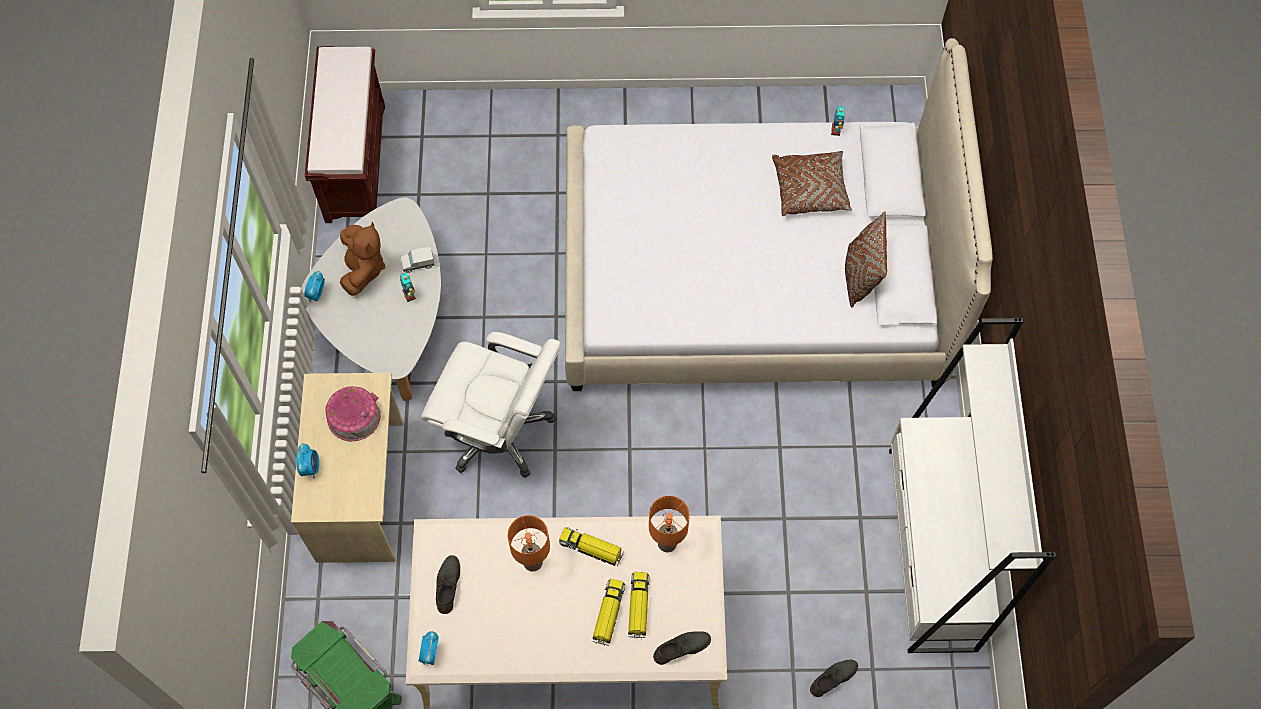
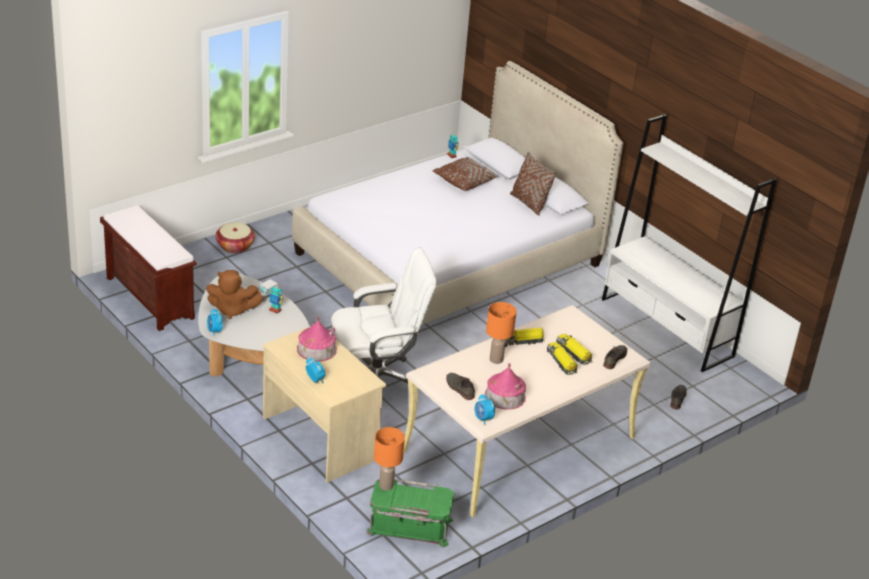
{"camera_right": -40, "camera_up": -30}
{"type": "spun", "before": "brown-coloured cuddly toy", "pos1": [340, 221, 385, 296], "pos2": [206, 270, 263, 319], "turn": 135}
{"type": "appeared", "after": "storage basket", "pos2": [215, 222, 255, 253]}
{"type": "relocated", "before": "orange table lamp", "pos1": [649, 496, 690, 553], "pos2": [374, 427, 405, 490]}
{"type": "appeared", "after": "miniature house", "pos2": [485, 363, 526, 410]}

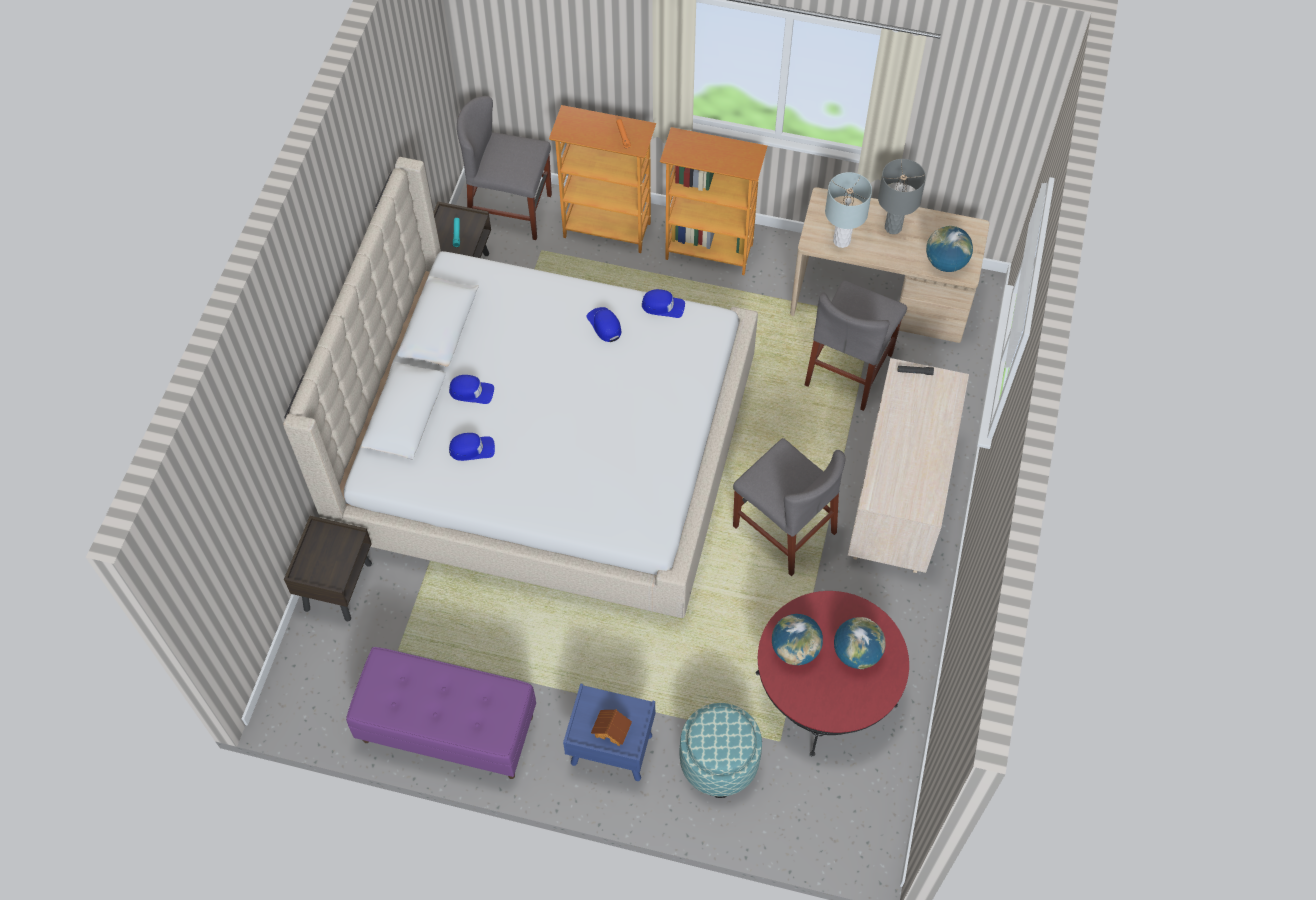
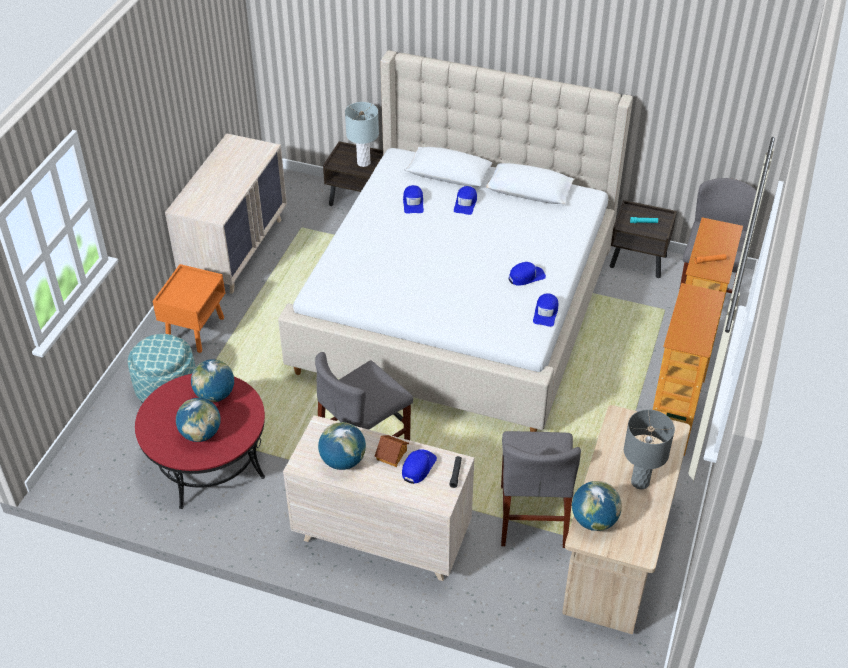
{"camera_right": 95, "camera_up": -15}
{"type": "colour", "before": "bluish night table", "after": "orange night table", "pos1": [563, 683, 655, 781], "pos2": [152, 264, 225, 353]}
{"type": "exchanged", "before": "purple-coloured indoor bench", "after": "beige-coloured drawer chest", "pos1": [346, 647, 536, 779], "pos2": [165, 133, 287, 294]}
{"type": "appeared", "after": "desk globe", "pos2": [318, 422, 366, 470]}
{"type": "relocated", "before": "greyish table lamp", "pos1": [825, 172, 872, 248], "pos2": [345, 102, 379, 167]}
{"type": "relocated", "before": "miniature house", "pos1": [591, 709, 632, 746], "pos2": [375, 435, 409, 467]}
{"type": "appeared", "after": "bluish peaked cap", "pos2": [402, 449, 437, 484]}
{"type": "spun", "before": "greyish chair", "pos1": [805, 280, 907, 411], "pos2": [501, 431, 581, 548], "turn": -120}

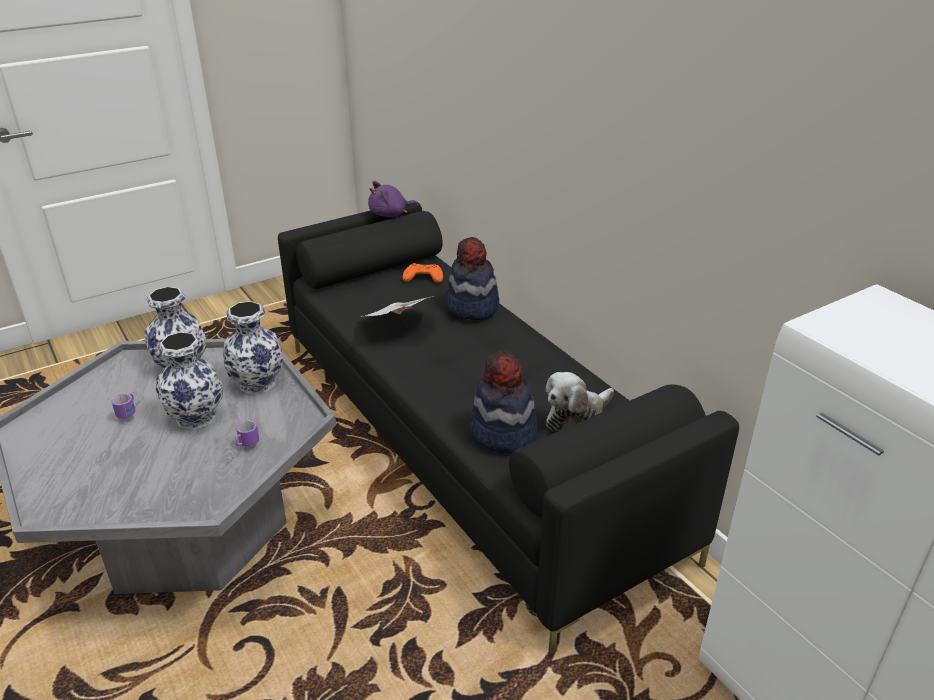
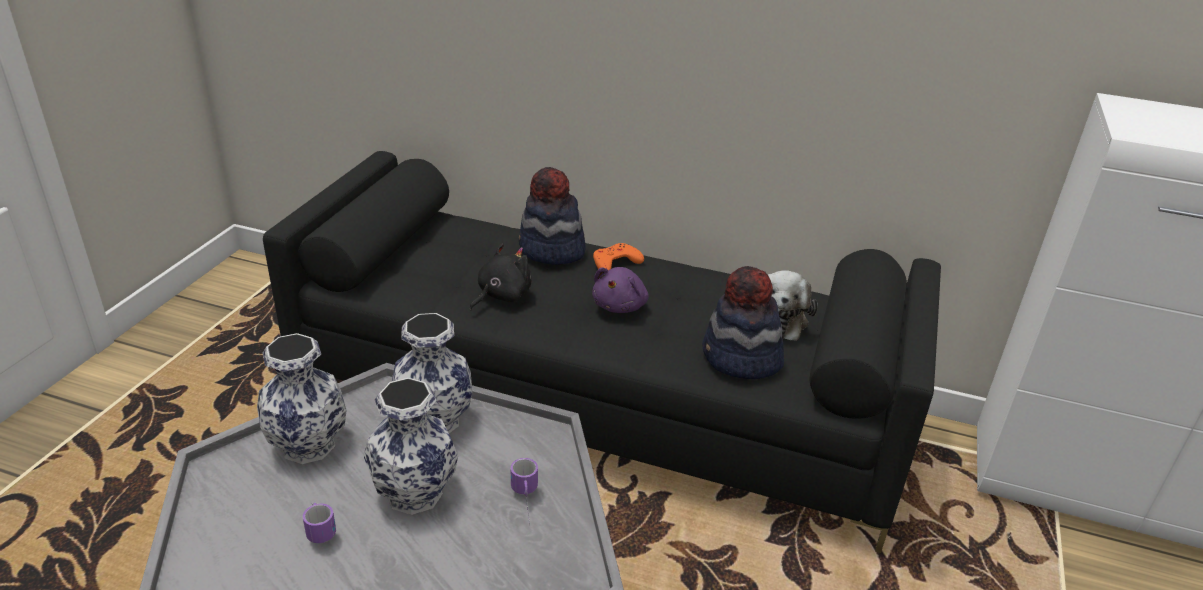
{"camera_right": -40, "camera_up": 0}
{"type": "exchanged", "before": "printed paper", "after": "black-coloured cuddly toy", "pos1": [361, 296, 434, 317], "pos2": [469, 243, 531, 310]}
{"type": "relocated", "before": "purple-coloured cuddly toy", "pos1": [368, 181, 418, 217], "pos2": [592, 267, 649, 313]}
{"type": "relocated", "before": "orange joypad", "pos1": [403, 263, 443, 283], "pos2": [593, 243, 644, 270]}

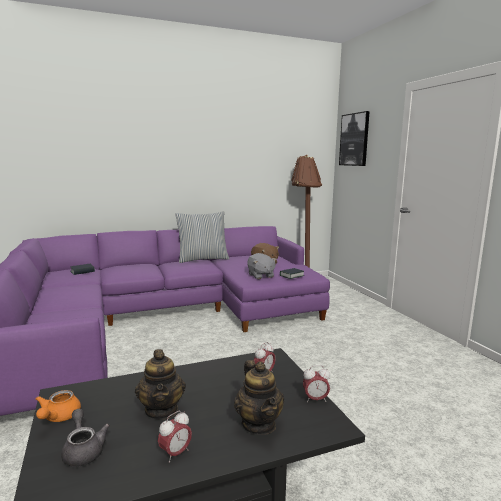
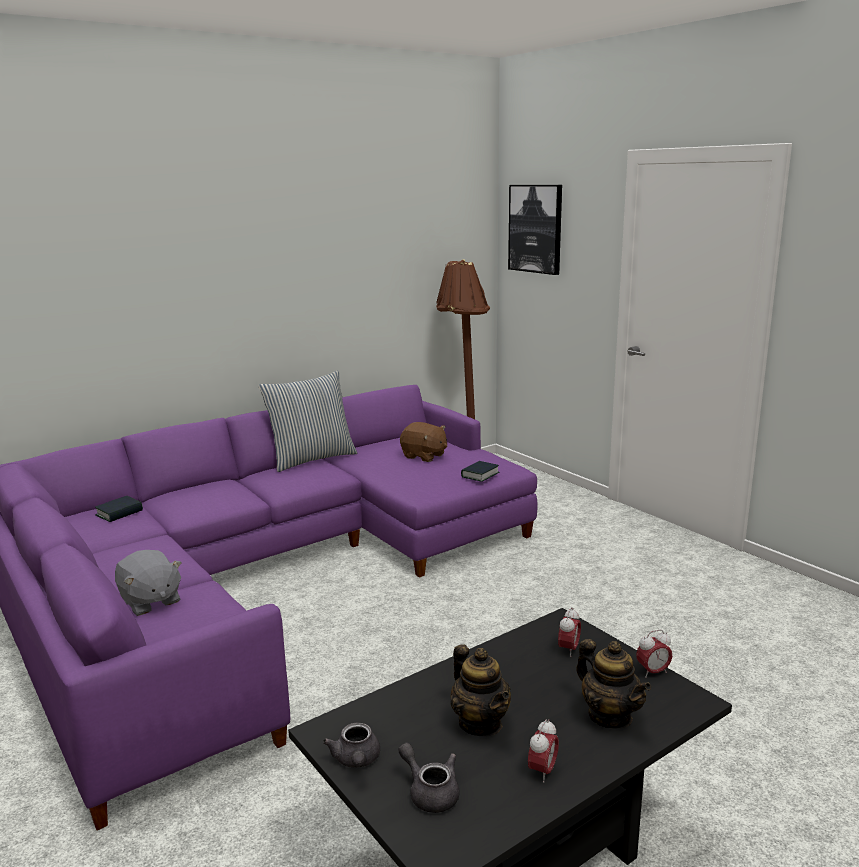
{"camera_right": -15, "camera_up": 5}
{"type": "relocated", "before": "greyish cuddly toy", "pos1": [247, 253, 277, 279], "pos2": [115, 550, 182, 616]}
{"type": "colour", "before": "orange tea pot", "after": "greyish tea pot", "pos1": [36, 390, 81, 422], "pos2": [323, 722, 380, 768]}

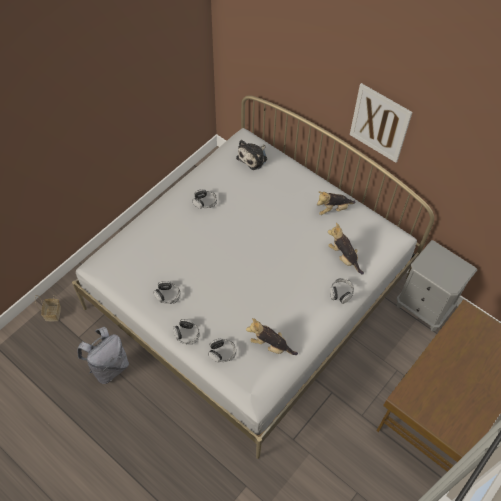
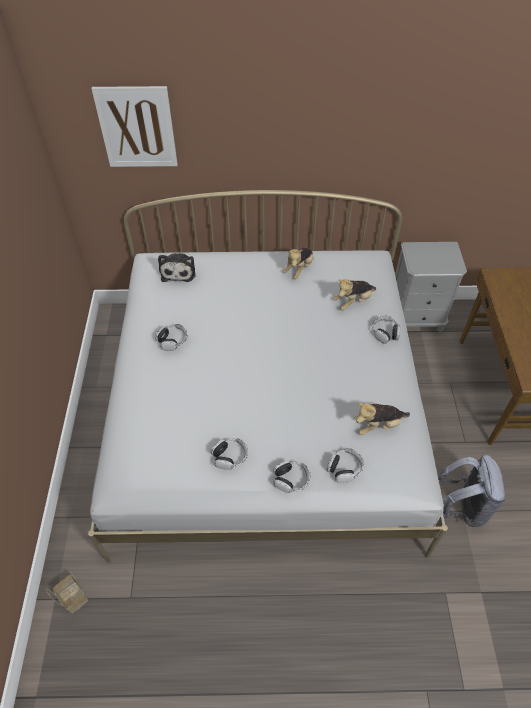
{"camera_right": -40, "camera_up": -5}
{"type": "relocated", "before": "wall art", "pos1": [350, 83, 412, 163], "pos2": [92, 86, 178, 167]}
{"type": "spun", "before": "cuddly toy", "pos1": [328, 223, 364, 275], "pos2": [334, 279, 376, 310], "turn": -45}
{"type": "relocated", "before": "greyish rucksack", "pos1": [77, 327, 129, 384], "pos2": [437, 455, 506, 527]}

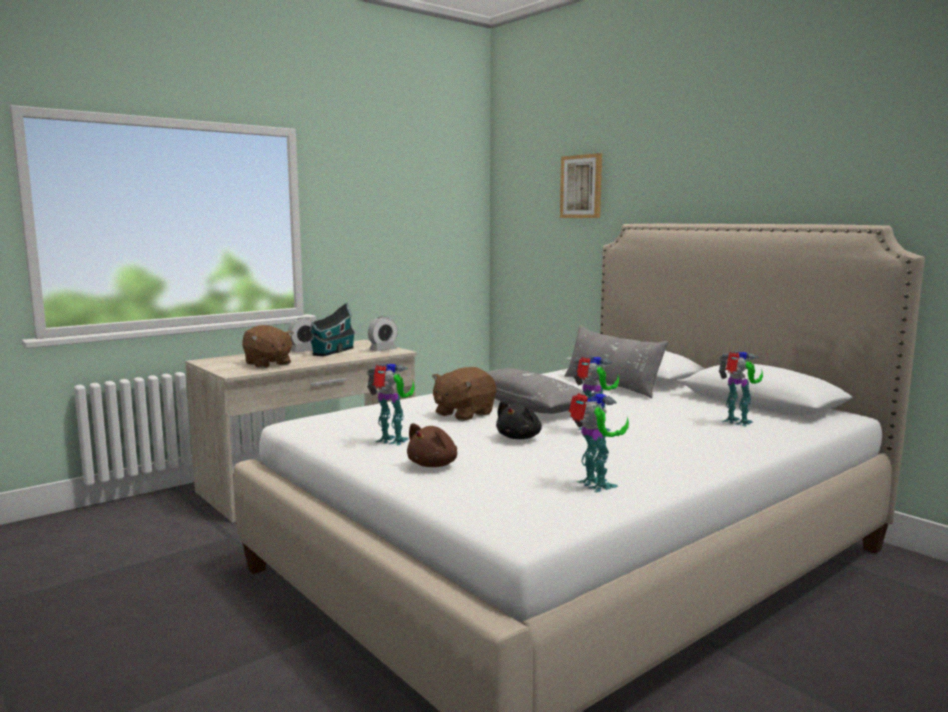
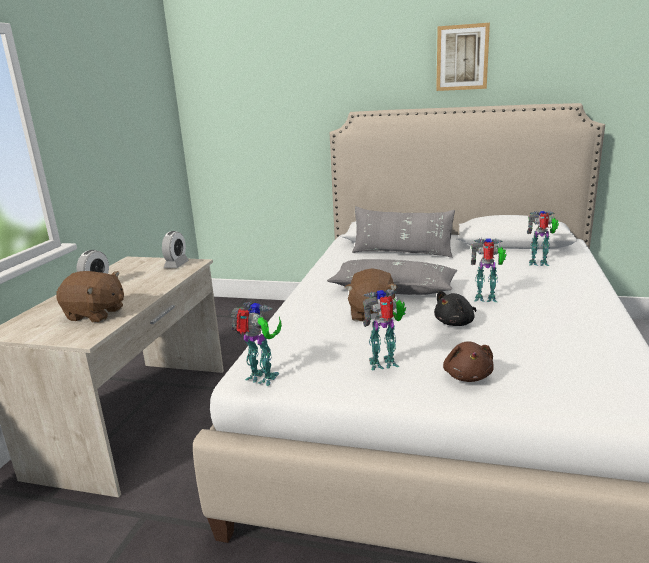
{"camera_right": -35, "camera_up": 10}
{"type": "relocated", "before": "robot figure", "pos1": [569, 391, 629, 492], "pos2": [230, 301, 282, 386]}
{"type": "spun", "before": "black-coloured cuddly toy", "pos1": [496, 401, 542, 439], "pos2": [434, 291, 476, 326], "turn": 60}
{"type": "relocated", "before": "wall art", "pos1": [560, 153, 602, 218], "pos2": [436, 23, 490, 91]}
{"type": "missing", "before": "miniature house", "pos1": [309, 302, 356, 356]}

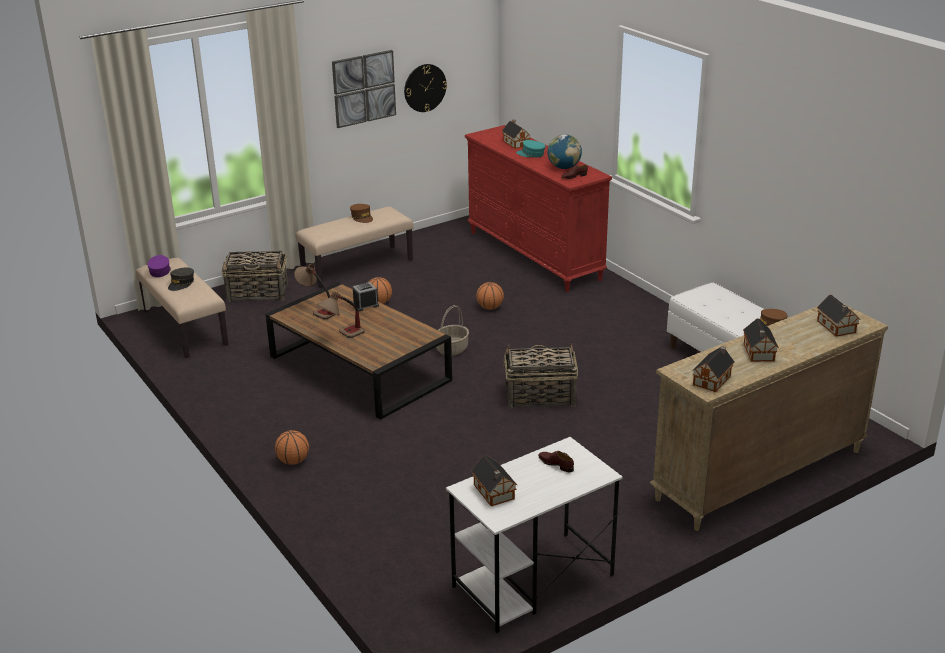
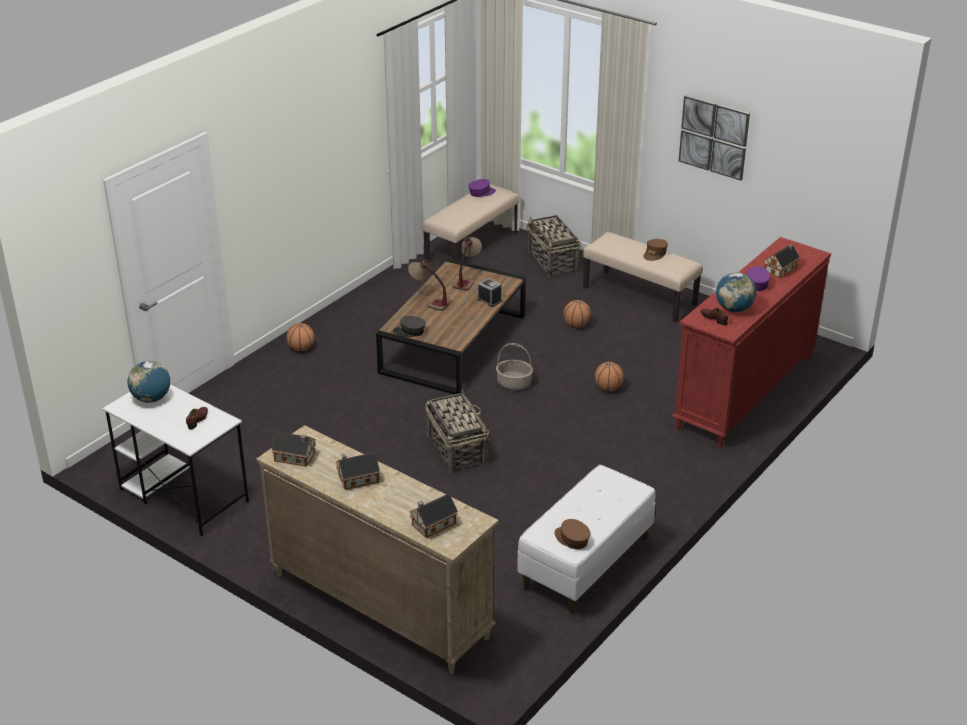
{"camera_right": 70, "camera_up": 5}
{"type": "exchanged", "before": "miniature house", "after": "desk globe", "pos1": [471, 455, 518, 506], "pos2": [127, 361, 170, 403]}
{"type": "relocated", "before": "greyish peaked cap", "pos1": [168, 268, 194, 291], "pos2": [393, 316, 426, 337]}
{"type": "colour", "before": "turquoise-coloured peaked cap", "after": "purple-coloured peaked cap", "pos1": [516, 140, 546, 157], "pos2": [747, 266, 770, 291]}
{"type": "missing", "before": "wall clock", "pos1": [404, 64, 447, 112]}

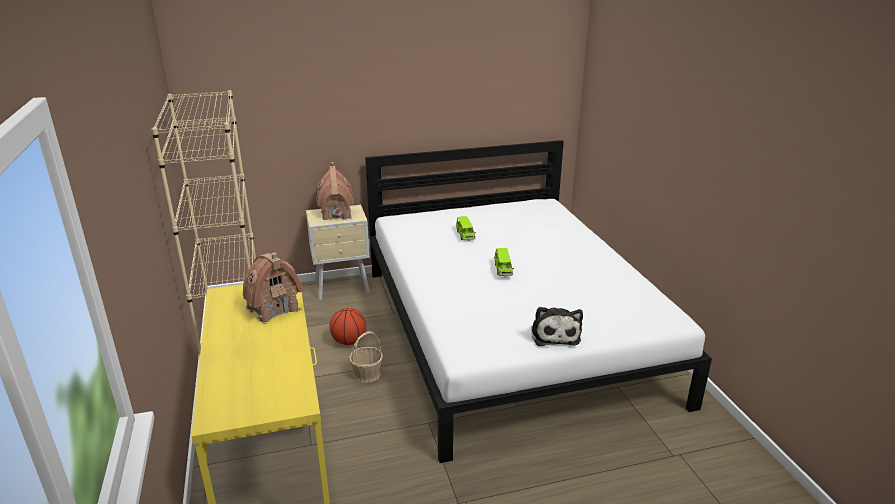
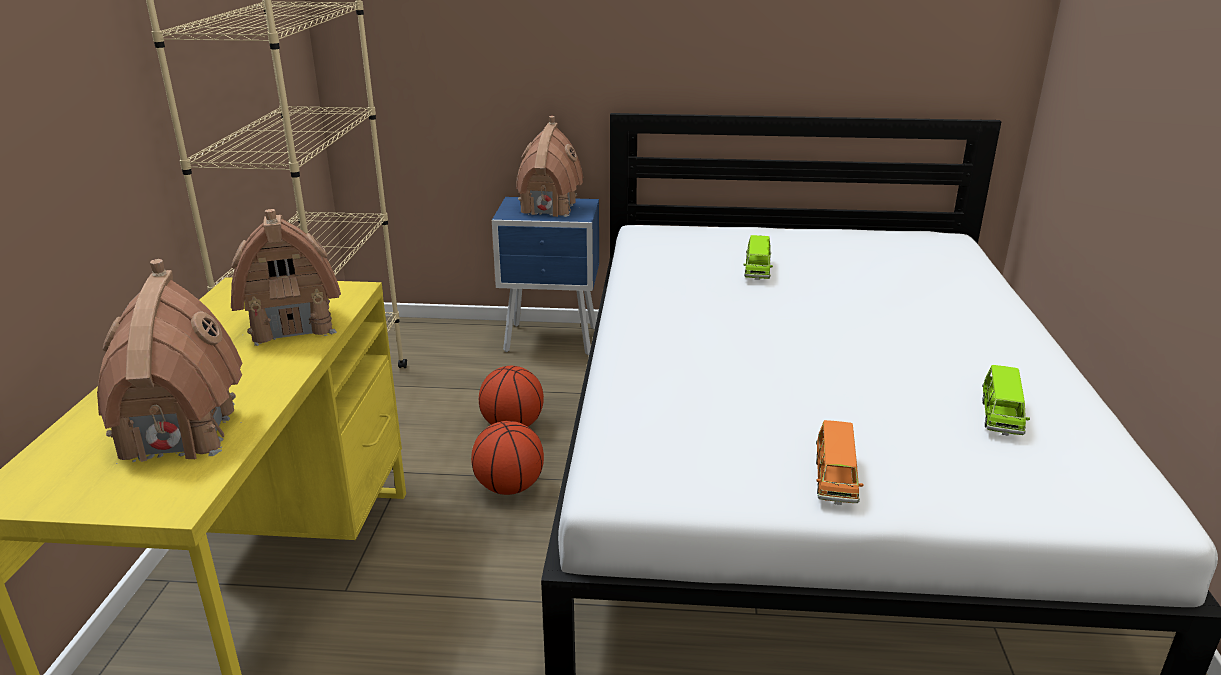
{"camera_right": 20, "camera_up": 0}
{"type": "appeared", "after": "miniature house", "pos2": [97, 259, 242, 464]}
{"type": "exchanged", "before": "storage basket", "after": "basketball ball", "pos1": [349, 332, 383, 383], "pos2": [471, 421, 544, 495]}
{"type": "colour", "before": "beige-coloured night table", "after": "bluish night table", "pos1": [306, 205, 370, 300], "pos2": [492, 197, 599, 355]}
{"type": "exchanged", "before": "cuddly toy", "after": "orange toy car", "pos1": [531, 307, 583, 346], "pos2": [816, 420, 863, 505]}
{"type": "relocated", "before": "greenish toy car", "pos1": [494, 248, 514, 277], "pos2": [982, 365, 1030, 436]}

